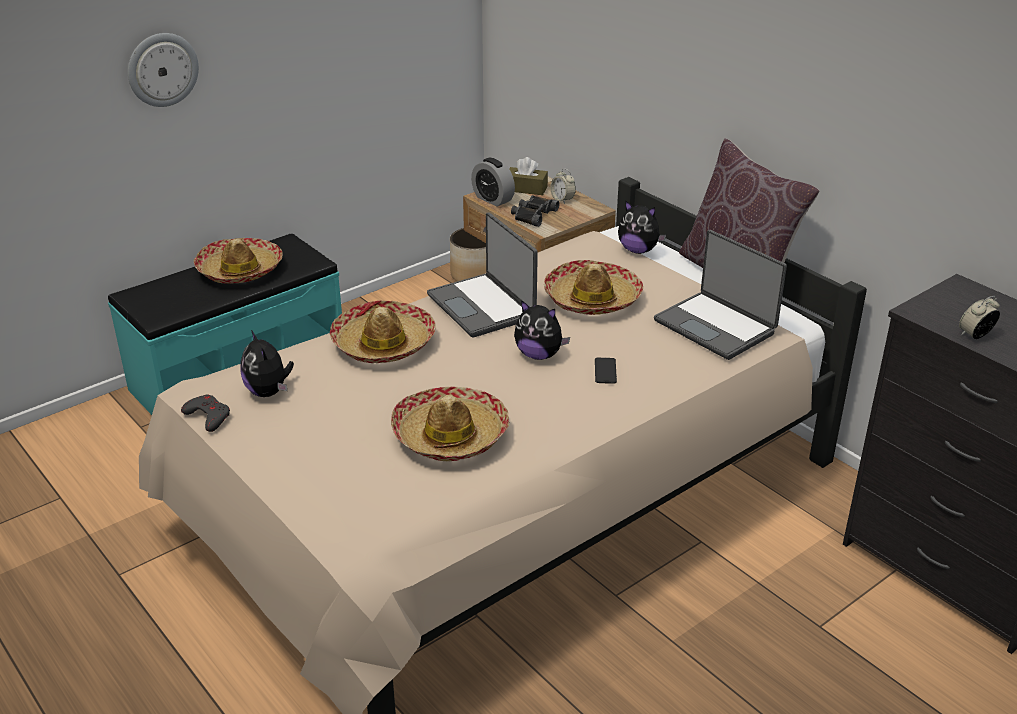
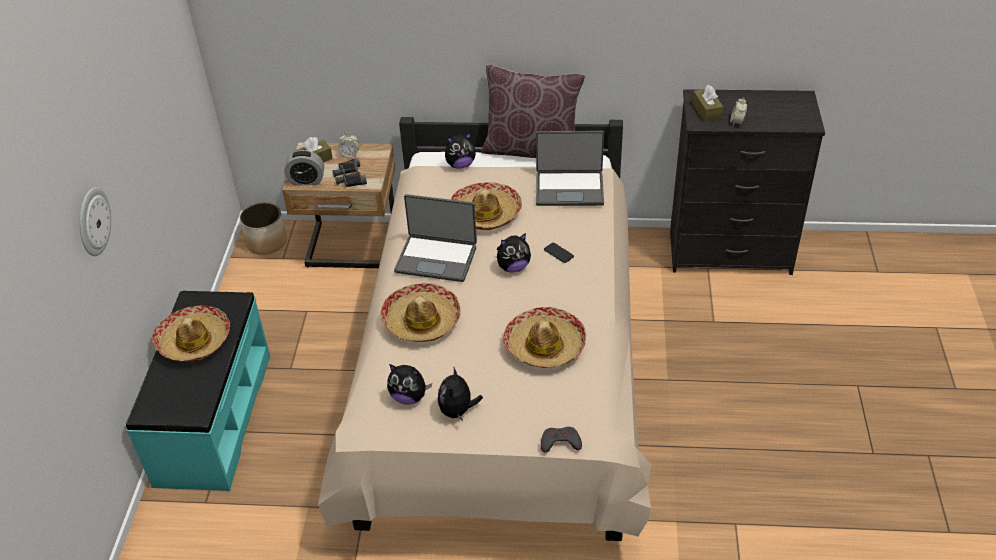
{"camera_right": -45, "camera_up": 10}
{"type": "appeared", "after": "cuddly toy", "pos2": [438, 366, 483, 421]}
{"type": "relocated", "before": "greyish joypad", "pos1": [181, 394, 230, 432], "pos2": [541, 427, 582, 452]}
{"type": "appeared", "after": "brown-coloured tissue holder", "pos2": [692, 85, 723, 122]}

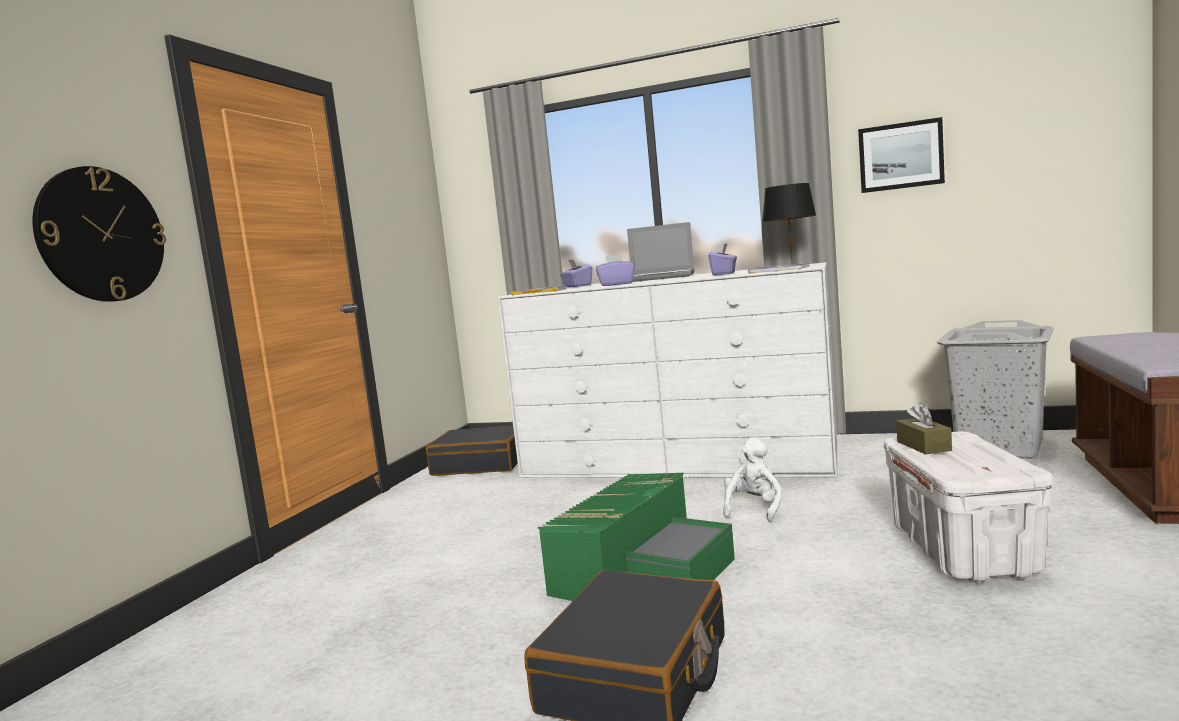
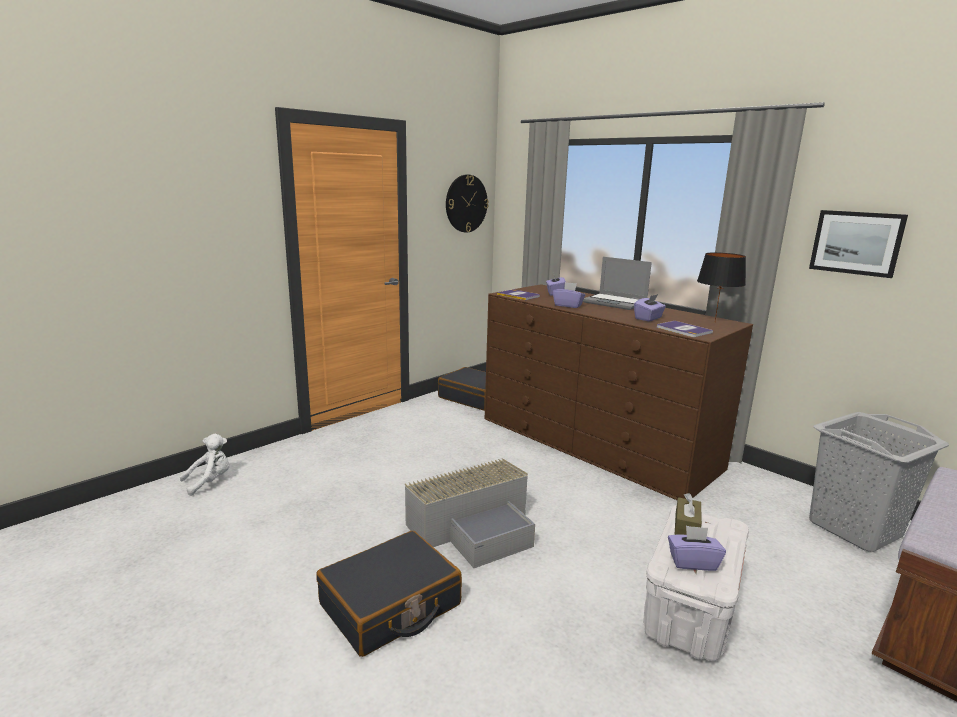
{"camera_right": 25, "camera_up": 10}
{"type": "relocated", "before": "white-coloured cuddly toy", "pos1": [723, 437, 782, 522], "pos2": [180, 434, 230, 496]}
{"type": "colour", "before": "greenish storage box", "after": "greyish storage box", "pos1": [538, 473, 735, 601], "pos2": [405, 458, 535, 568]}
{"type": "relocated", "before": "wall clock", "pos1": [32, 166, 166, 302], "pos2": [446, 175, 489, 232]}
{"type": "colour", "before": "white-coloured drawer chest", "after": "brown-coloured drawer chest", "pos1": [498, 262, 837, 478], "pos2": [485, 284, 753, 500]}
{"type": "appeared", "after": "purple-coloured tissue holder", "pos2": [668, 526, 726, 571]}

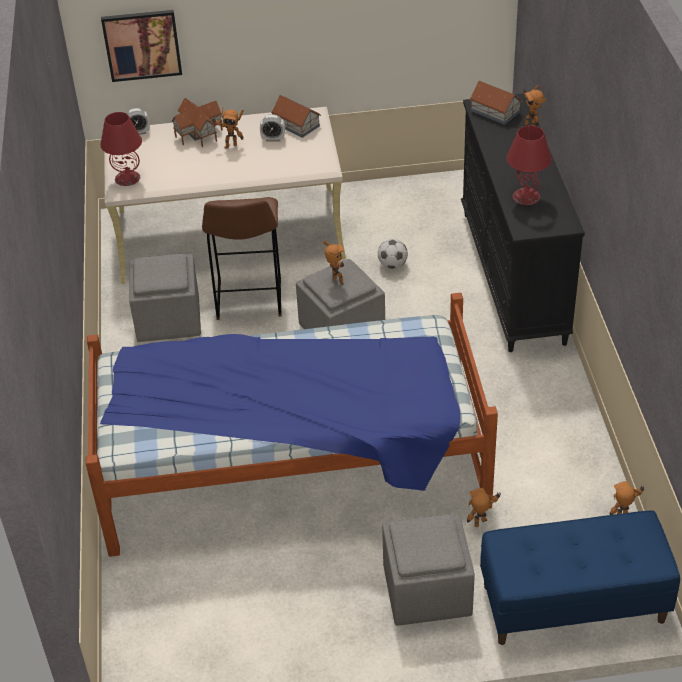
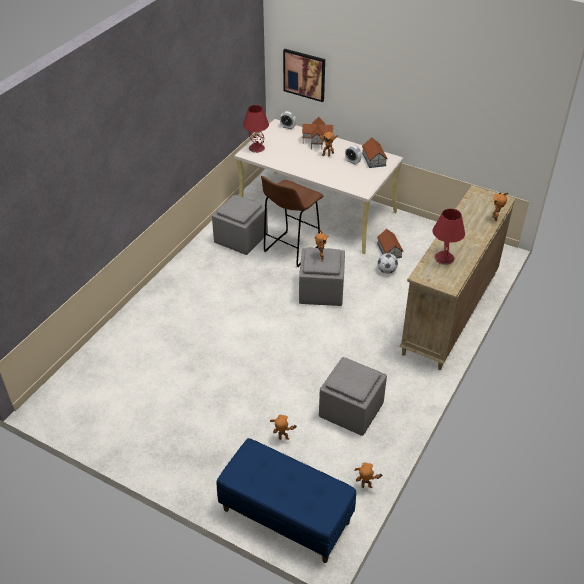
{"camera_right": 35, "camera_up": 0}
{"type": "relocated", "before": "greyish pouffe", "pos1": [382, 513, 475, 626], "pos2": [319, 357, 387, 436]}
{"type": "relocated", "before": "miniature house", "pos1": [470, 81, 522, 125], "pos2": [377, 229, 404, 258]}
{"type": "colour", "before": "black-coloured drawer chest", "after": "beige-coloured drawer chest", "pos1": [461, 93, 585, 352], "pos2": [399, 185, 515, 370]}
{"type": "missing", "before": "bed", "pos1": [86, 293, 498, 557]}

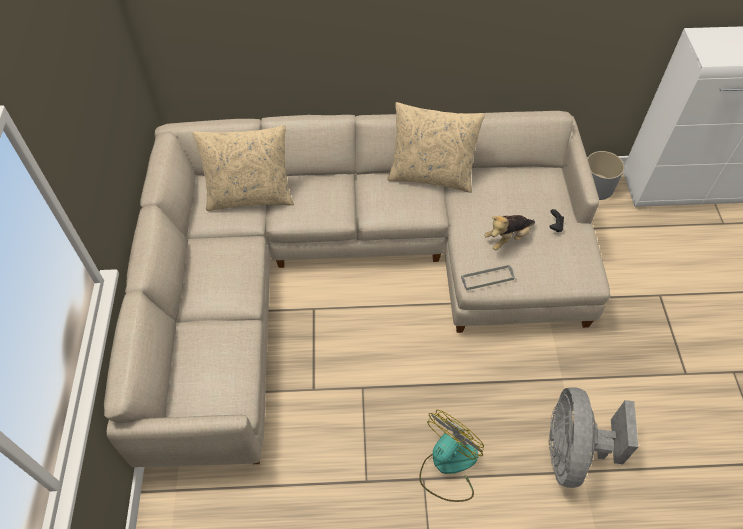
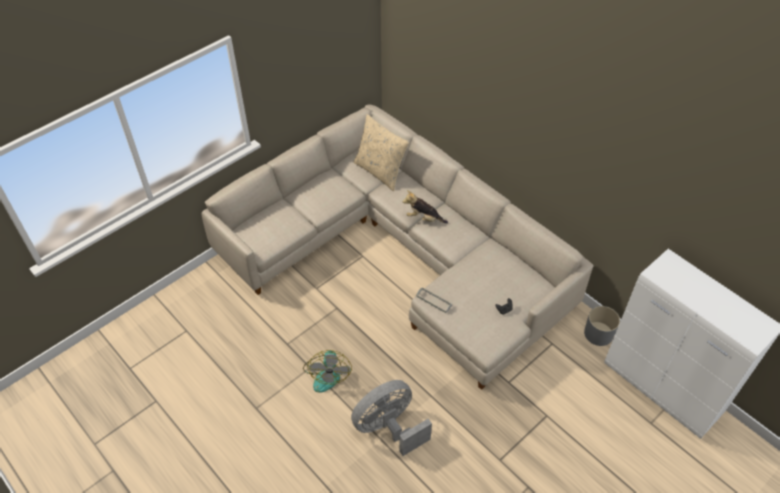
{"camera_right": 50, "camera_up": -5}
{"type": "spun", "before": "electric fan", "pos1": [419, 410, 484, 502], "pos2": [303, 350, 352, 393], "turn": 90}
{"type": "relocated", "before": "cuddly toy", "pos1": [484, 215, 535, 250], "pos2": [403, 190, 448, 223]}
{"type": "missing", "before": "beige-coloured pillow", "pos1": [387, 102, 485, 193]}

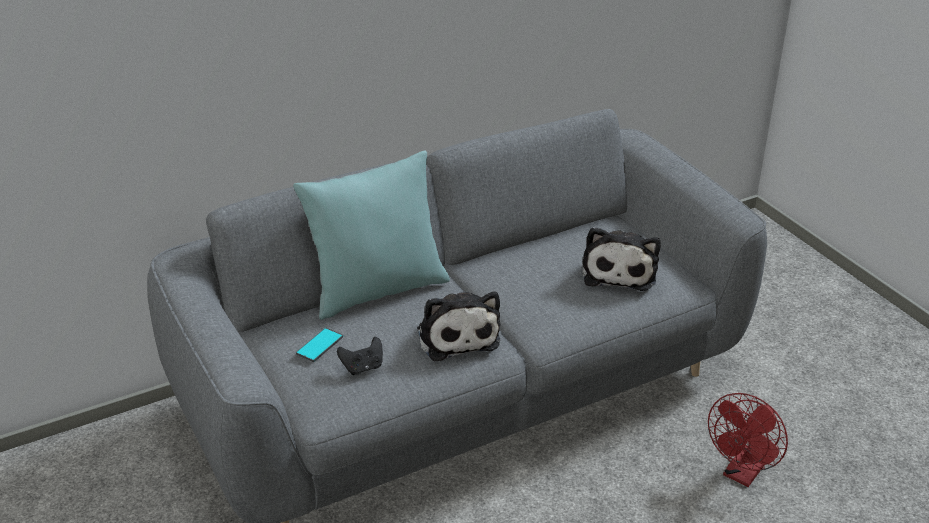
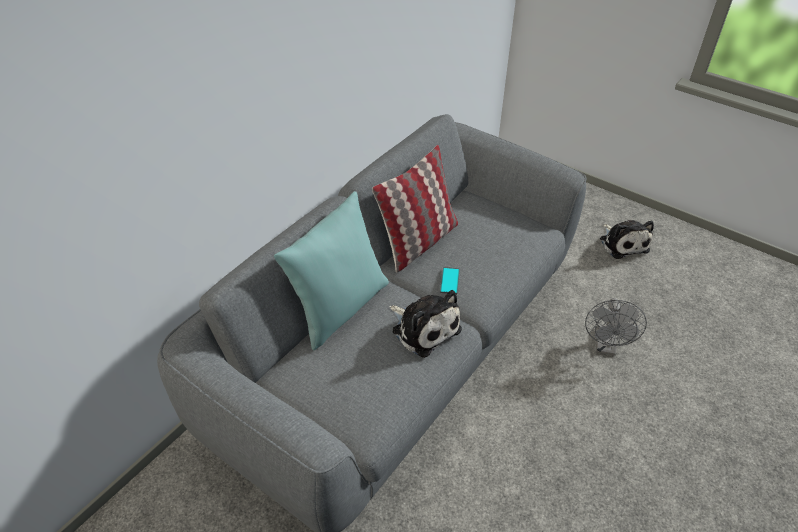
{"camera_right": -25, "camera_up": 10}
{"type": "appeared", "after": "pillow", "pos2": [372, 145, 458, 272]}
{"type": "relocated", "before": "phone", "pos1": [296, 328, 343, 362], "pos2": [440, 267, 460, 295]}
{"type": "colour", "before": "red electric fan", "after": "greyish electric fan", "pos1": [708, 393, 788, 487], "pos2": [585, 298, 647, 356]}
{"type": "relocated", "before": "cuddly toy", "pos1": [582, 227, 661, 291], "pos2": [600, 220, 654, 259]}
{"type": "missing", "before": "black-coloured joypad", "pos1": [337, 337, 383, 375]}

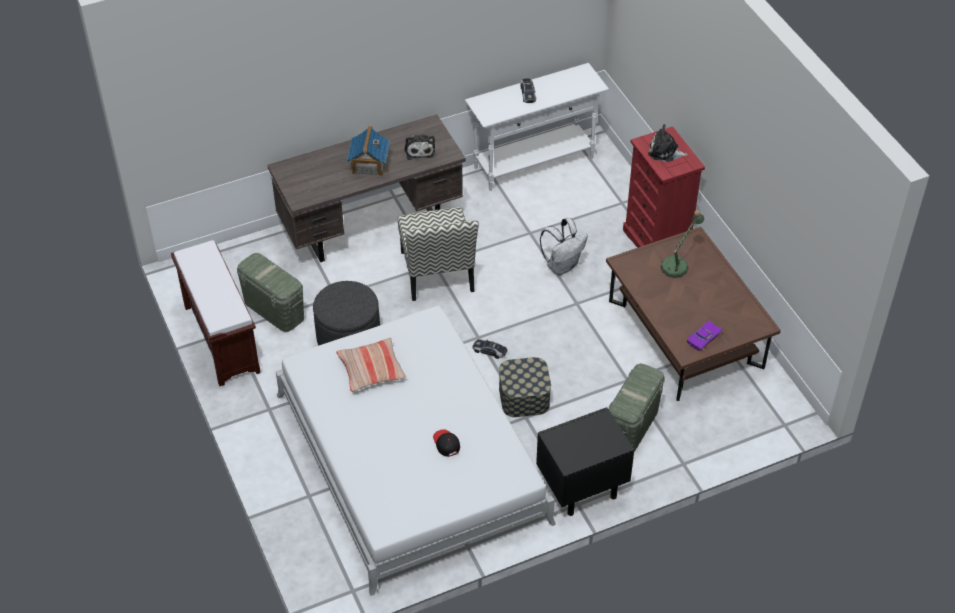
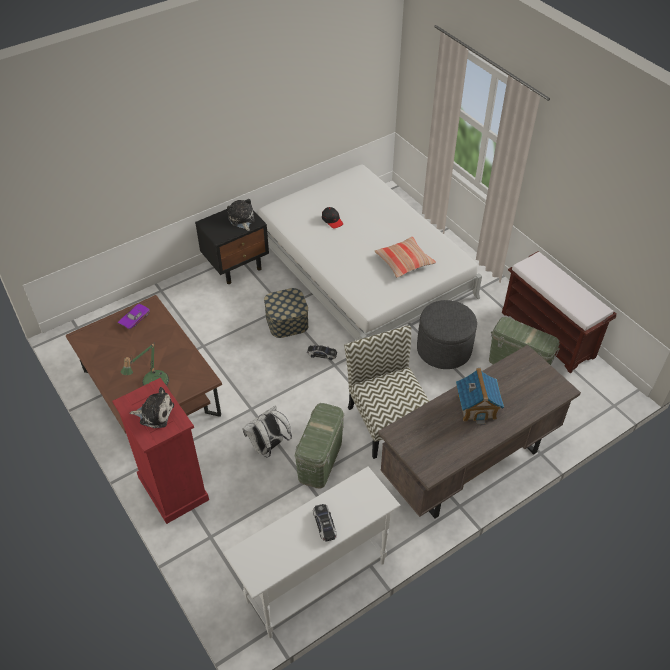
{"camera_right": 170, "camera_up": 0}
{"type": "relocated", "before": "cuddly toy", "pos1": [405, 134, 435, 160], "pos2": [227, 199, 255, 231]}
{"type": "relocated", "before": "greenish storage box", "pos1": [608, 363, 665, 452], "pos2": [295, 403, 344, 489]}

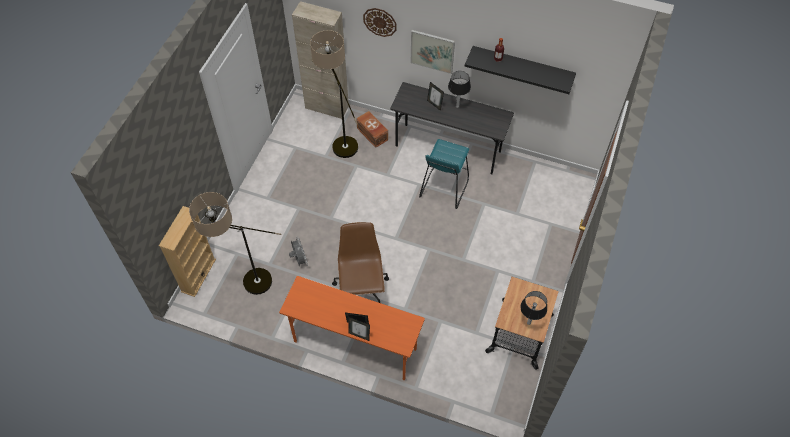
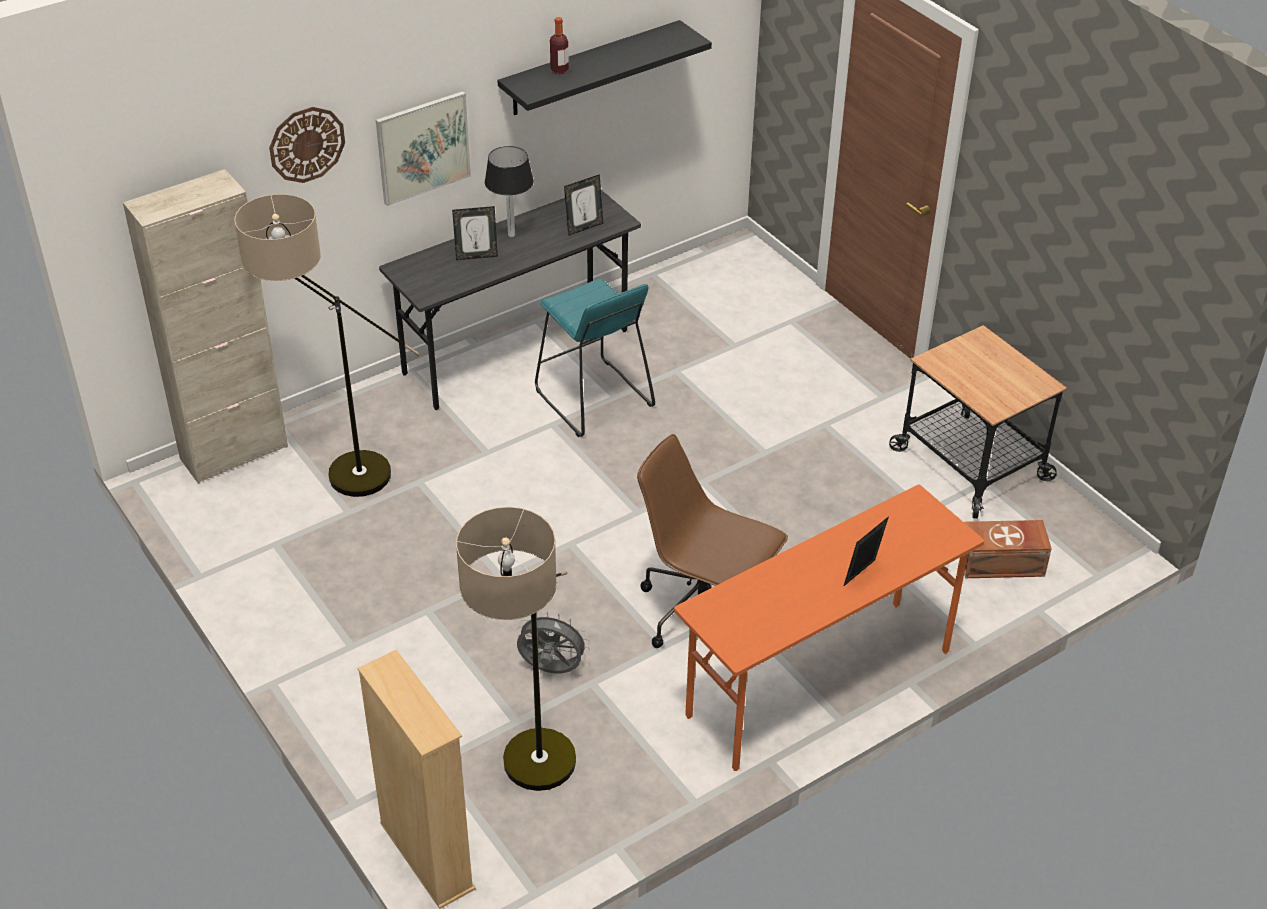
{"camera_right": -55, "camera_up": -15}
{"type": "relocated", "before": "photo frame", "pos1": [349, 317, 370, 341], "pos2": [564, 174, 603, 236]}
{"type": "relocated", "before": "brown-coloured storage box", "pos1": [356, 111, 388, 148], "pos2": [964, 520, 1052, 578]}
{"type": "missing", "before": "table lamp", "pos1": [520, 291, 547, 325]}

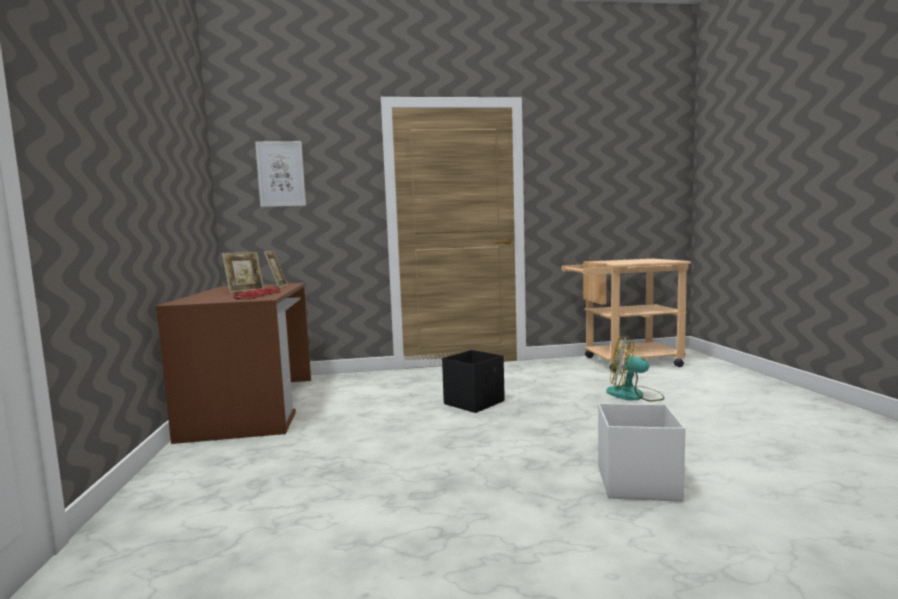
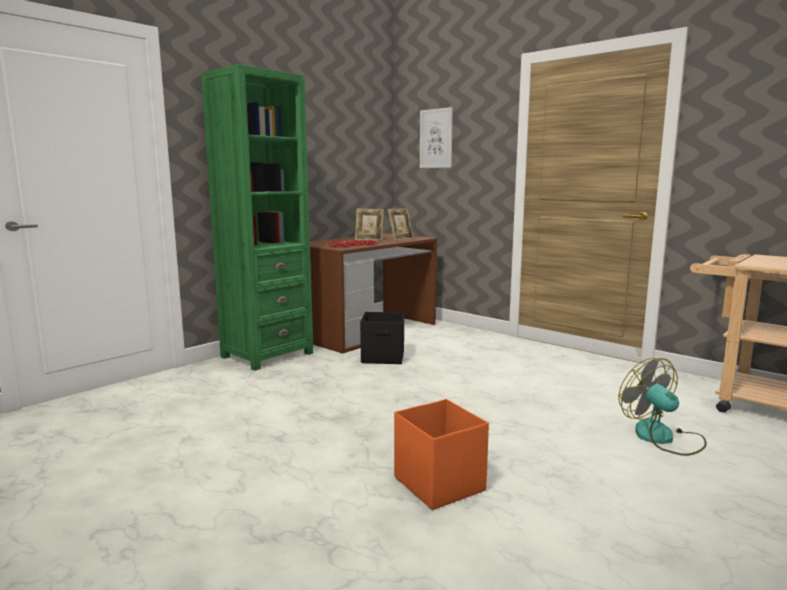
{"camera_right": 50, "camera_up": 5}
{"type": "appeared", "after": "greenish bookshelf", "pos2": [201, 64, 313, 371]}
{"type": "relocated", "before": "black-coloured storage box", "pos1": [442, 350, 505, 413], "pos2": [360, 312, 404, 364]}
{"type": "colour", "before": "white-coloured storage box", "after": "orange storage box", "pos1": [598, 403, 685, 502], "pos2": [394, 399, 489, 510]}

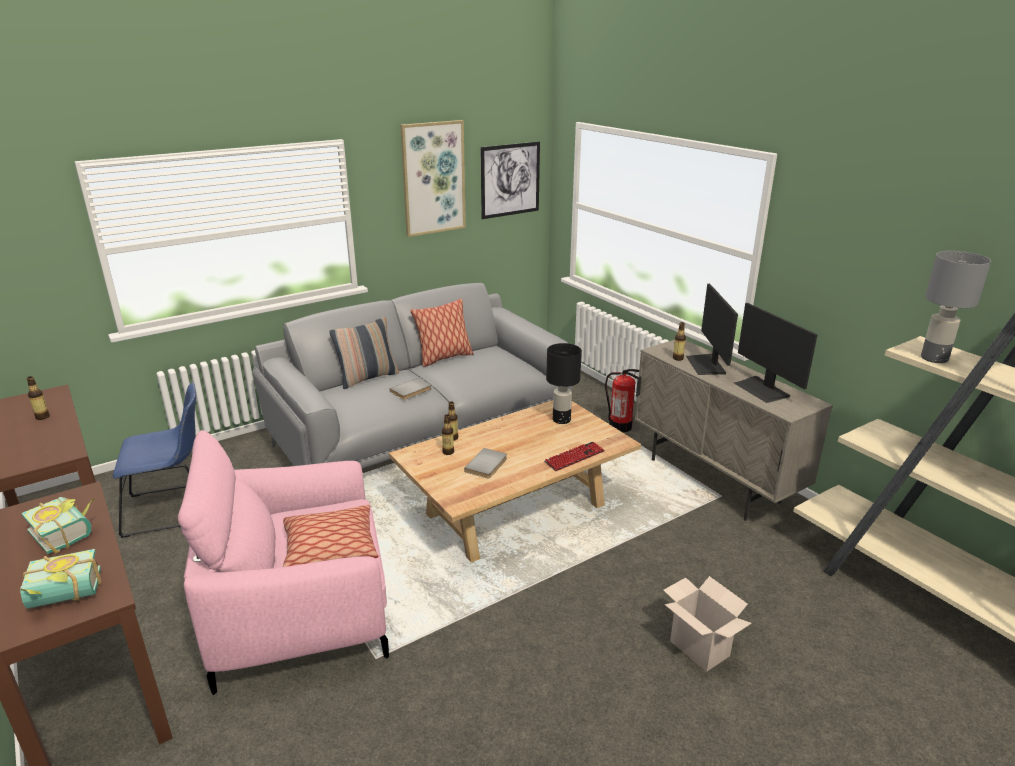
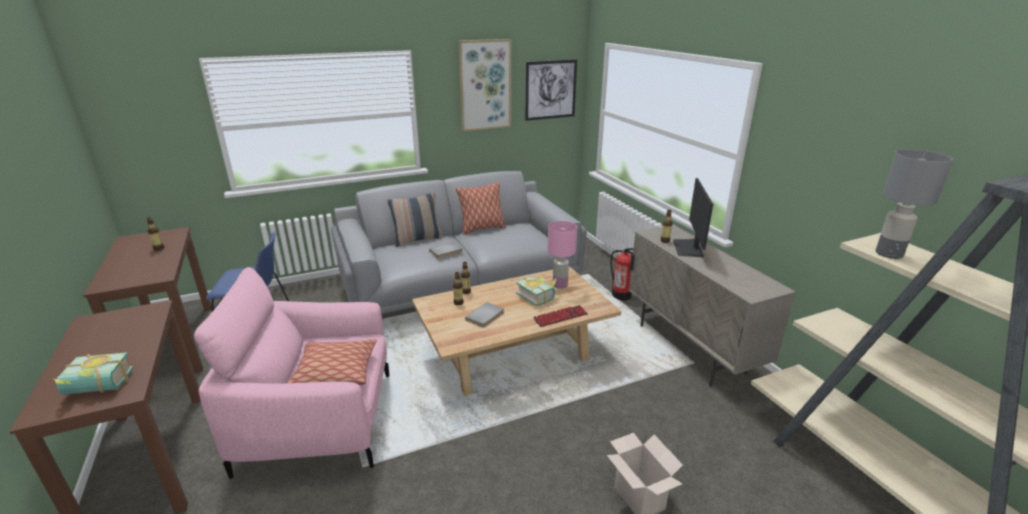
{"camera_right": 10, "camera_up": 0}
{"type": "relocated", "before": "volume", "pos1": [21, 497, 95, 554], "pos2": [516, 276, 556, 306]}
{"type": "colour", "before": "black-coloured table lamp", "after": "pink-coloured table lamp", "pos1": [546, 343, 582, 424], "pos2": [548, 221, 577, 289]}
{"type": "missing", "before": "monitor", "pos1": [734, 303, 818, 403]}

